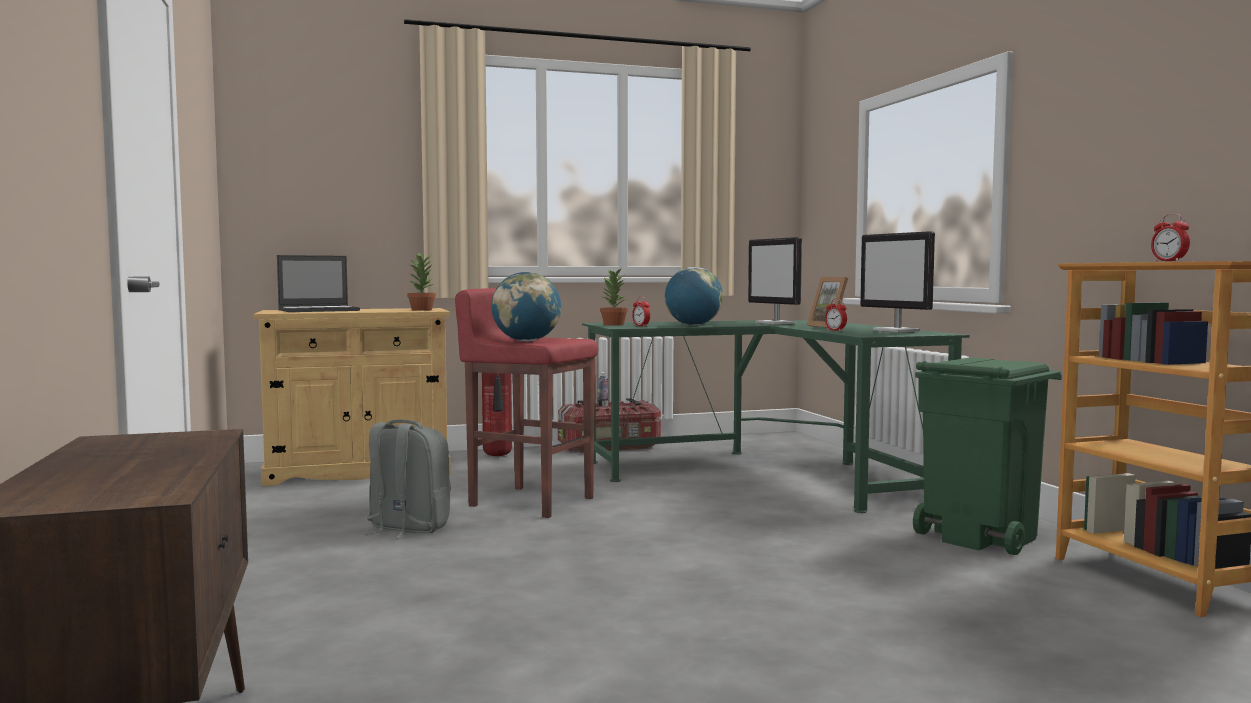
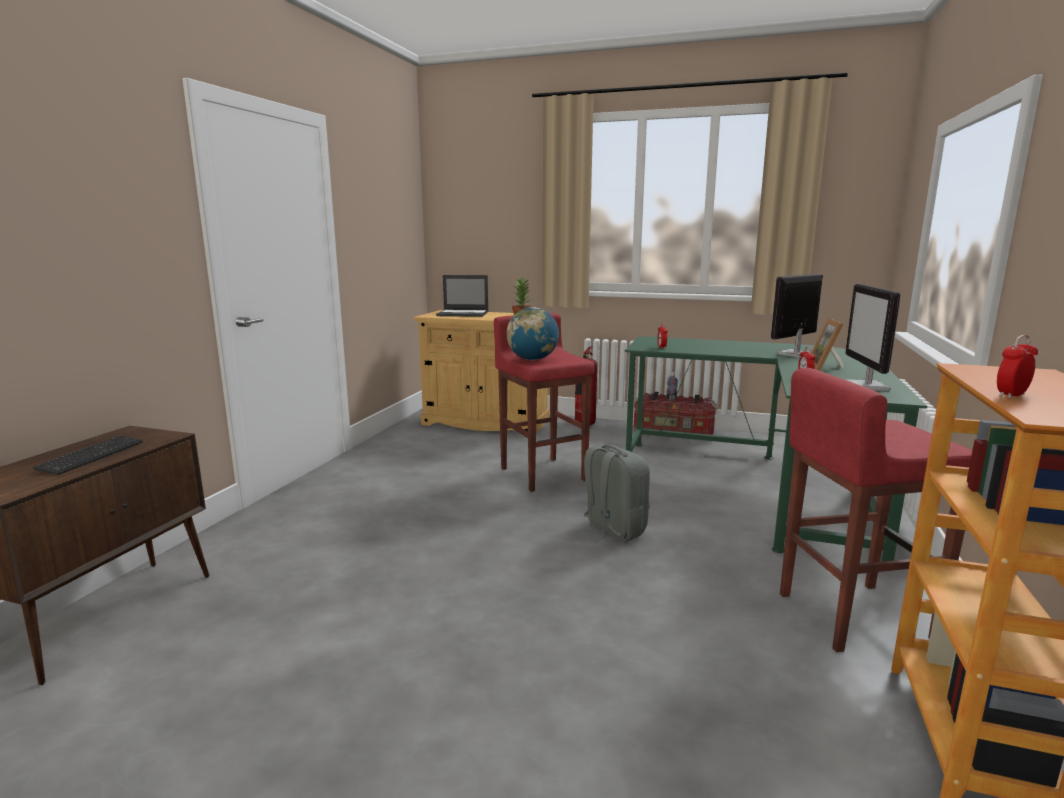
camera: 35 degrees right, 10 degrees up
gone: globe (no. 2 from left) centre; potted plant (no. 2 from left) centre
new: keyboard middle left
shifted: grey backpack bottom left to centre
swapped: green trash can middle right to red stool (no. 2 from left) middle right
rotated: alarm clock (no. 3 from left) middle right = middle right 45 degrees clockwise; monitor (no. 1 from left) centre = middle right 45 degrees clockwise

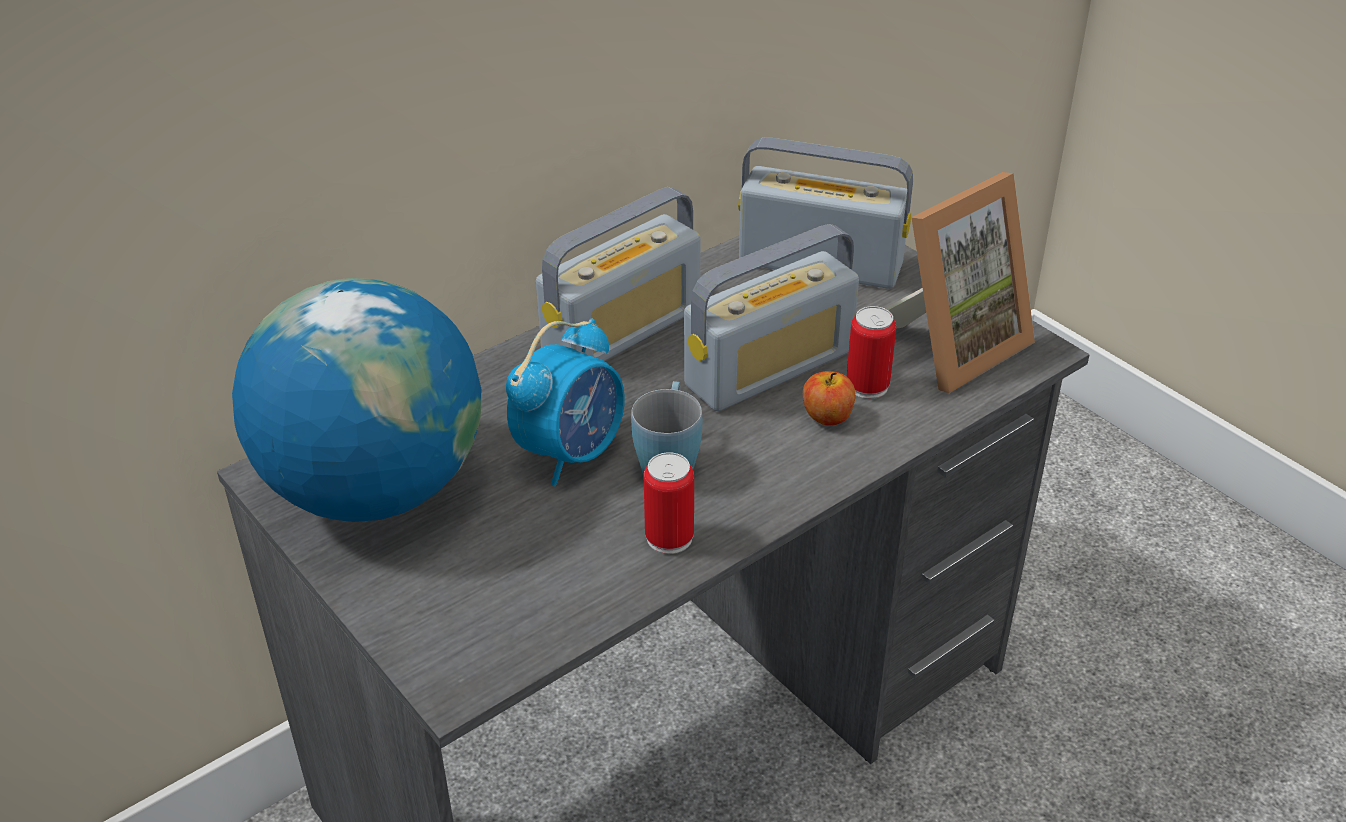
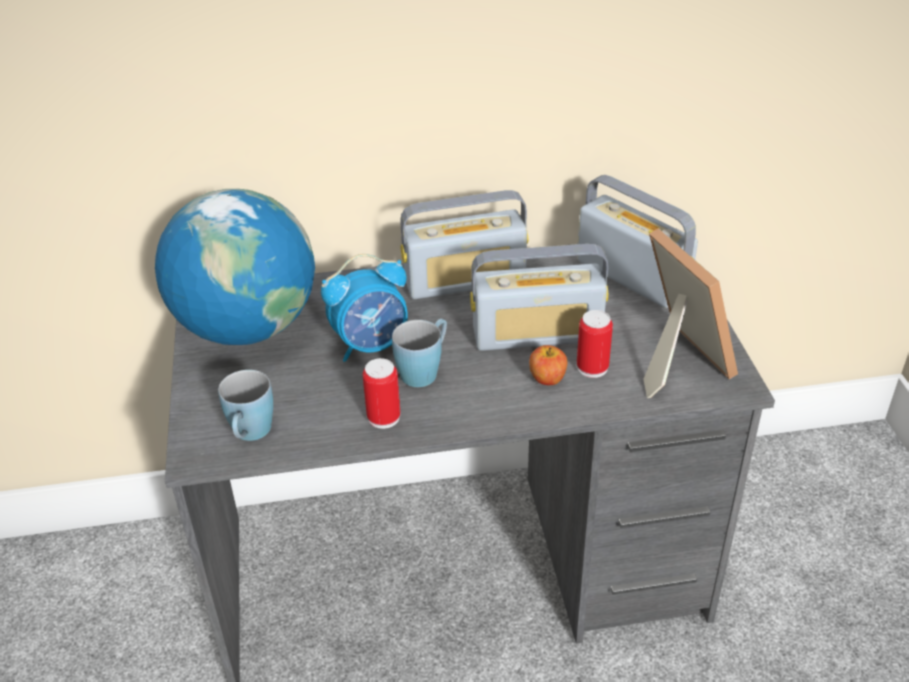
camera: 30 degrees right, 0 degrees up
new: blue mug (no. 1 from left) middle left
rotated: picture frame middle right = middle right 105 degrees counterclockwise

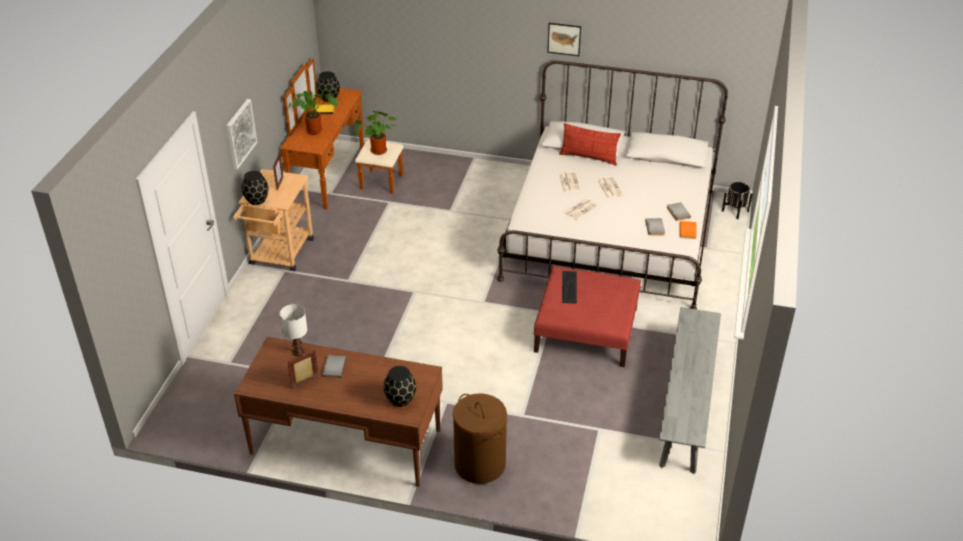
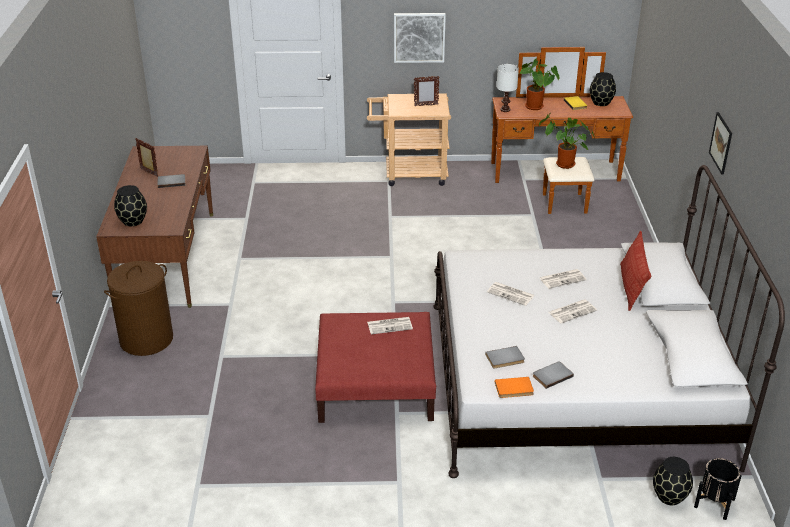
camera: 75 degrees right, 5 degrees down
gone: grey bench bottom right
shifted: black vase (no. 1 from left in the first image) middle left to black vase (no. 3 from left) bottom right; white table lamp middle left to top centre
swapped: keyboard centre to newspaper (no. 1 from left) centre

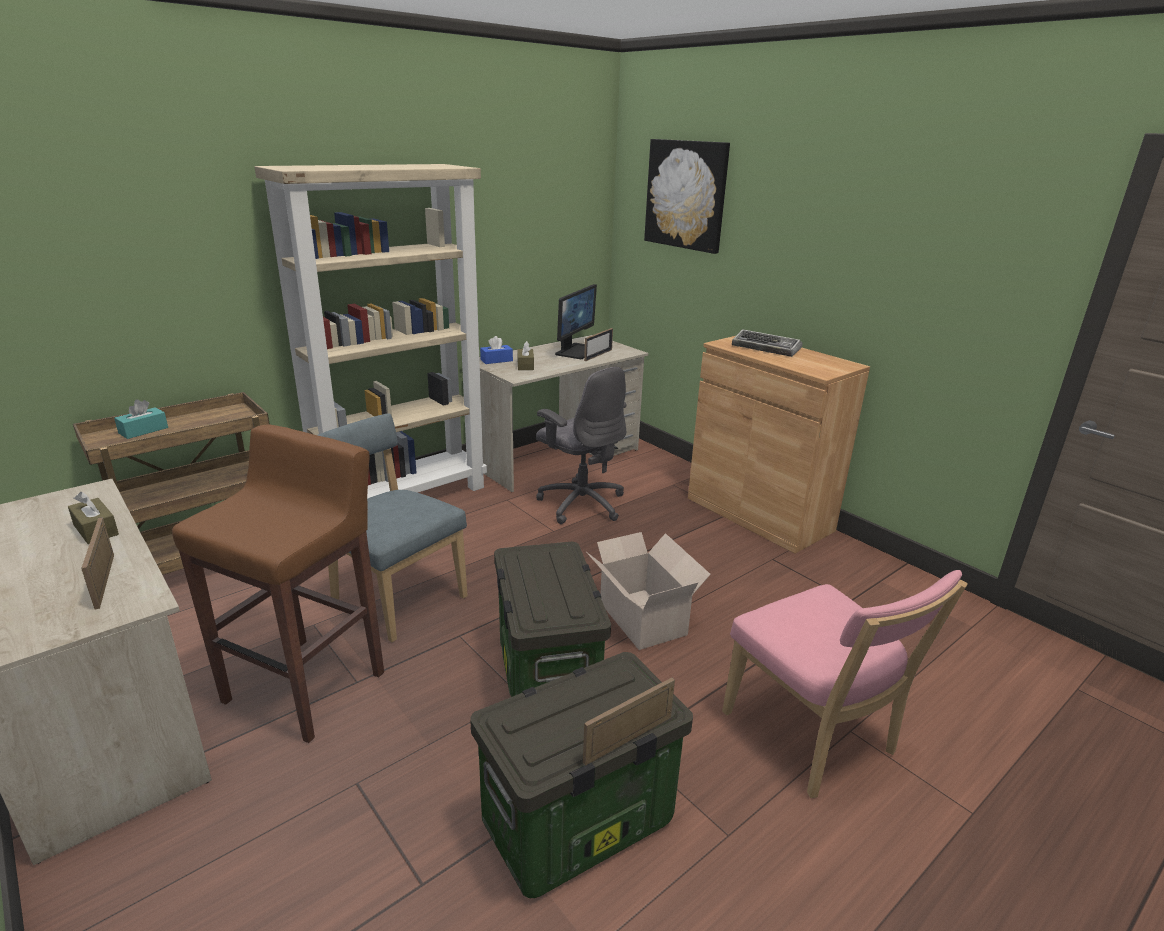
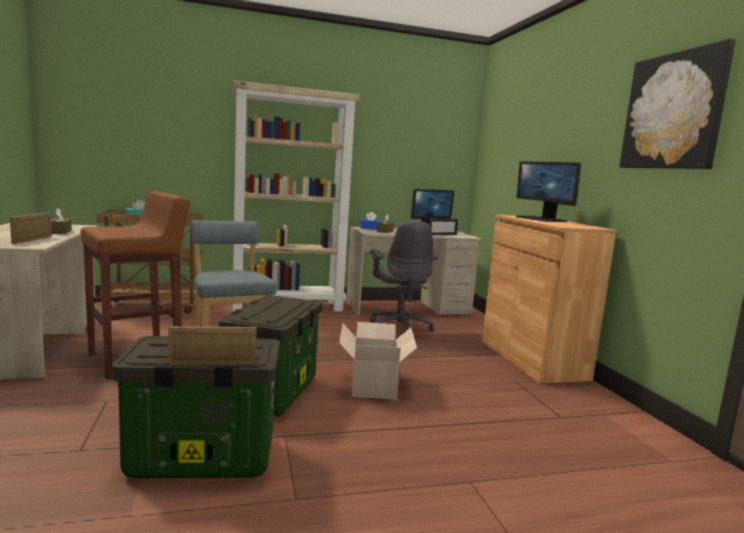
camera: 25 degrees right, 15 degrees down
gone: pink chair bottom right
shifted: picture top centre to top right
swapped: keyboard centre to monitor (no. 2 from left) middle right

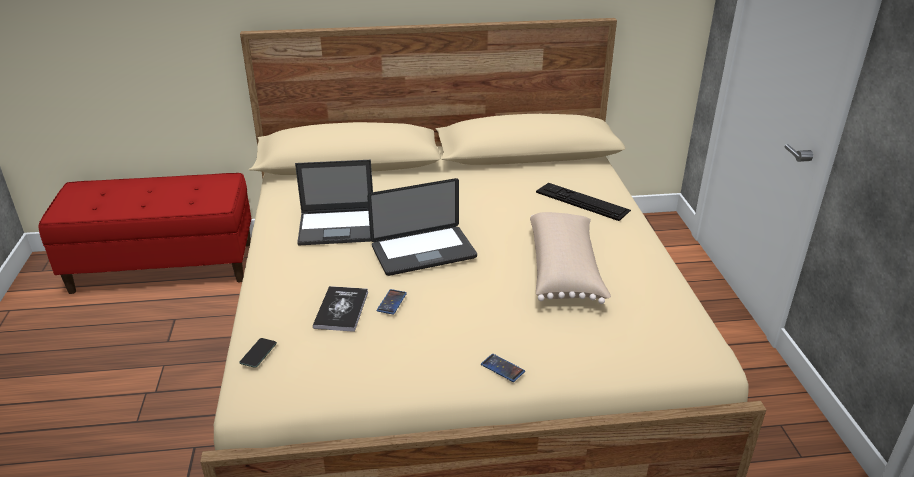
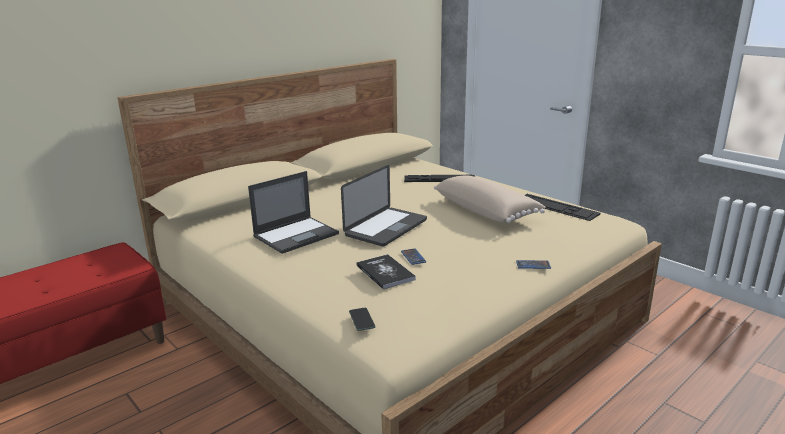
camera: 35 degrees left, 10 degrees down
new: keyboard (no. 2 from left) middle right

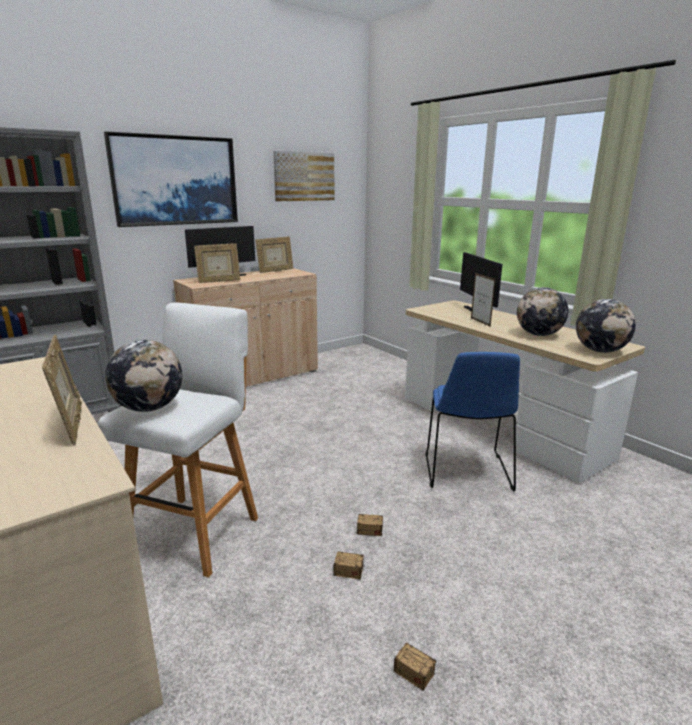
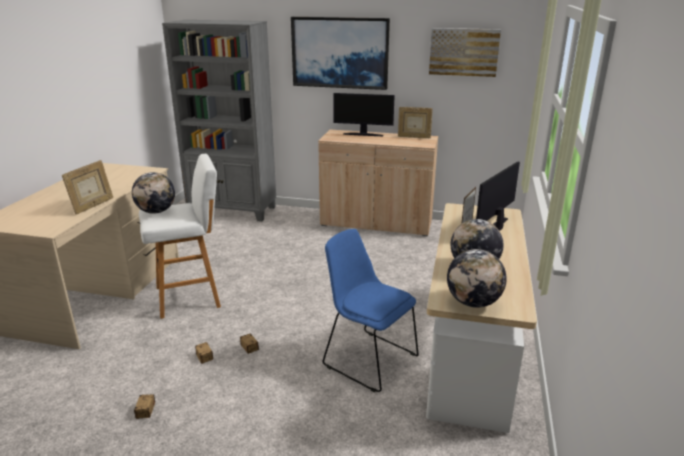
camera: 50 degrees right, 5 degrees up
gone: picture frame (no. 2 from left) middle left
rotated: blue chair middle right = bottom centre 75 degrees clockwise

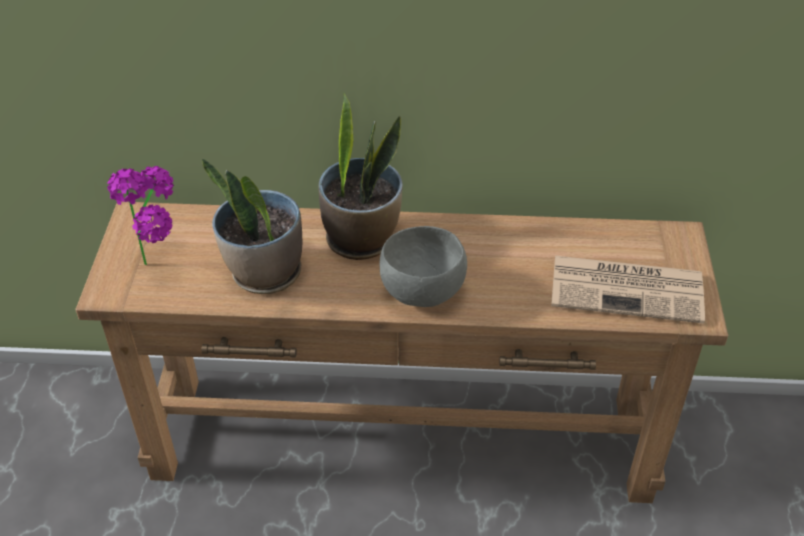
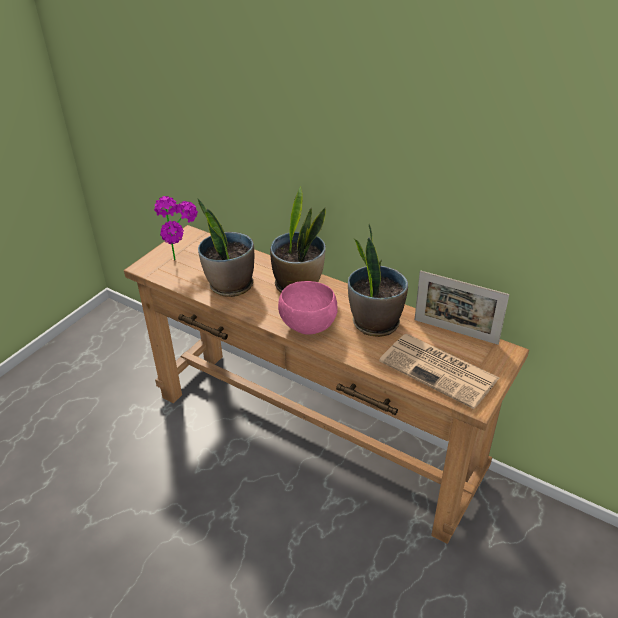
camera: 30 degrees right, 5 degrees down
new: potted plant (no. 4 from left) centre; picture frame middle right
repainted: grey bowl centre to pink bowl centre

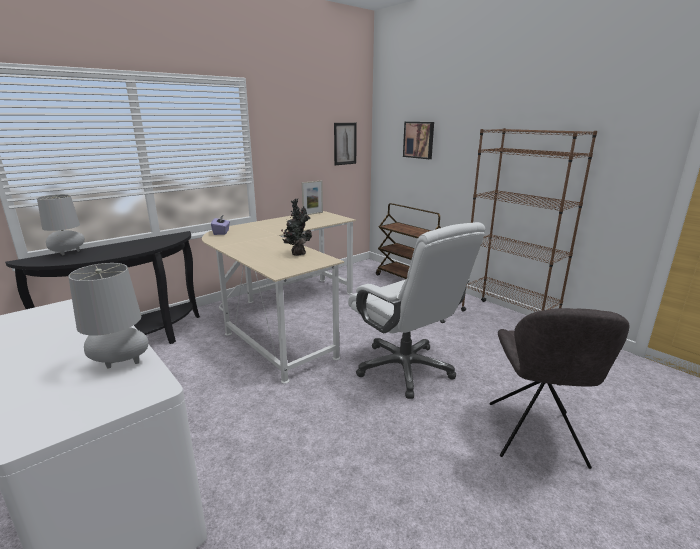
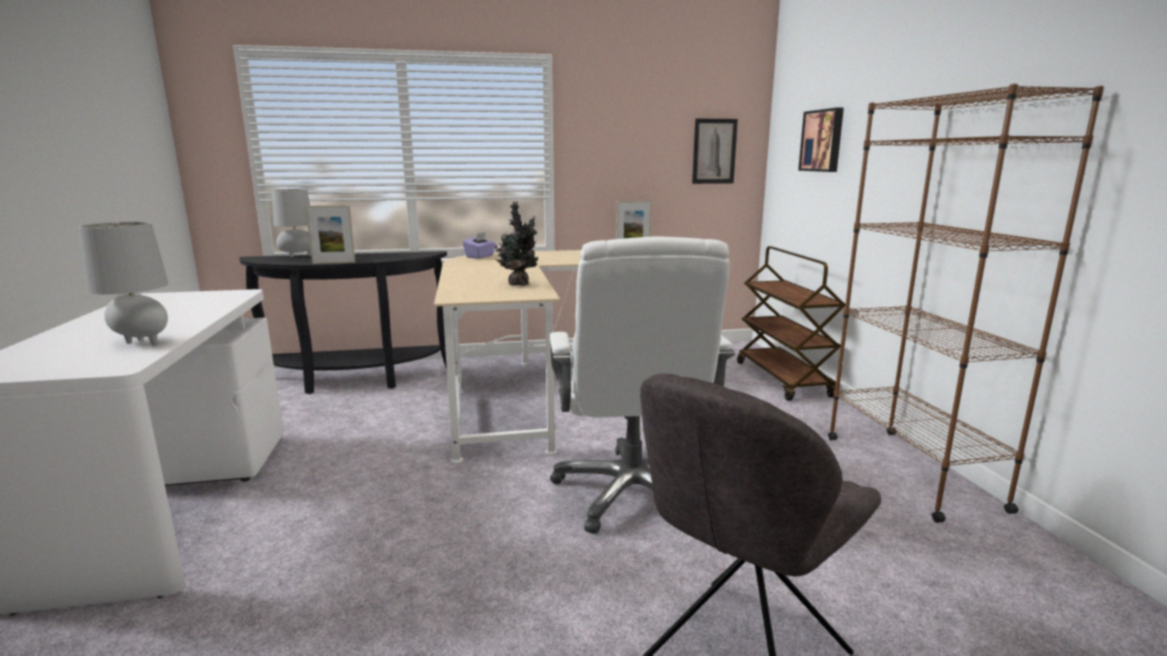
camera: 30 degrees right, 5 degrees down
new: picture frame (no. 1 from left) middle left

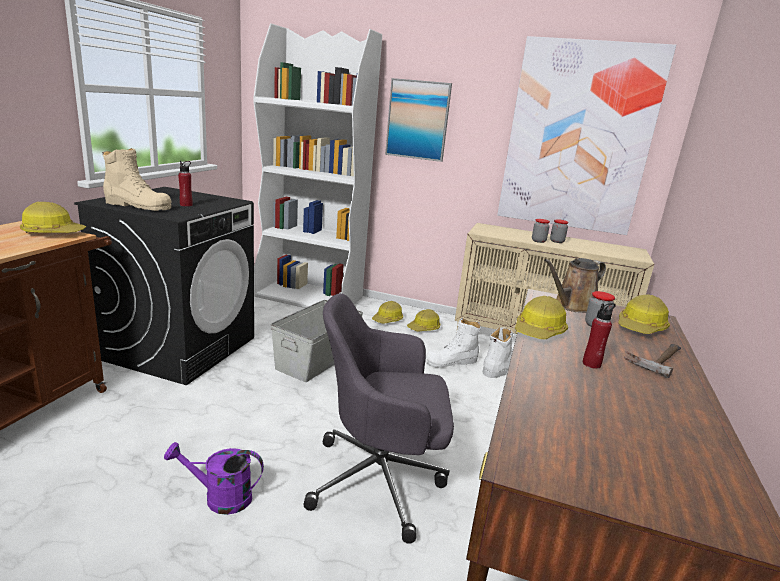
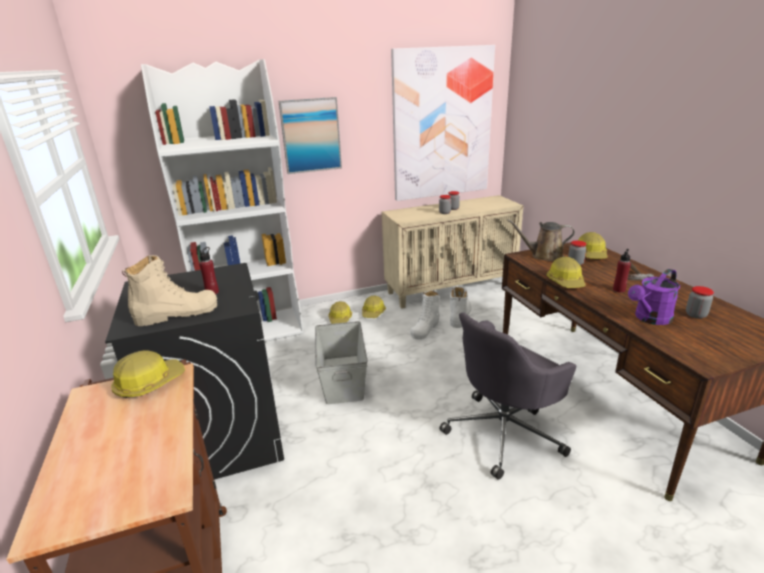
camera: 35 degrees left, 5 degrees up
new: jar (no. 4 from left) middle right
shifted: purple watering can bottom left to middle right
rotated: brown watering can middle right = middle right 75 degrees clockwise

